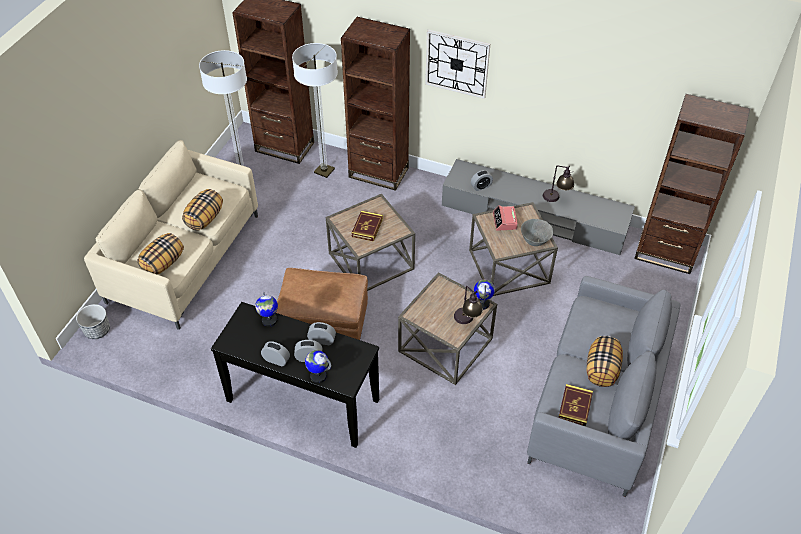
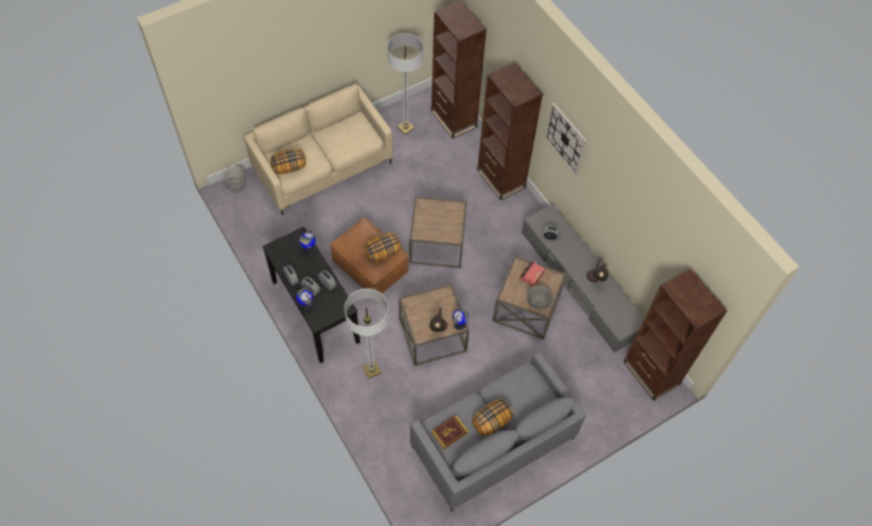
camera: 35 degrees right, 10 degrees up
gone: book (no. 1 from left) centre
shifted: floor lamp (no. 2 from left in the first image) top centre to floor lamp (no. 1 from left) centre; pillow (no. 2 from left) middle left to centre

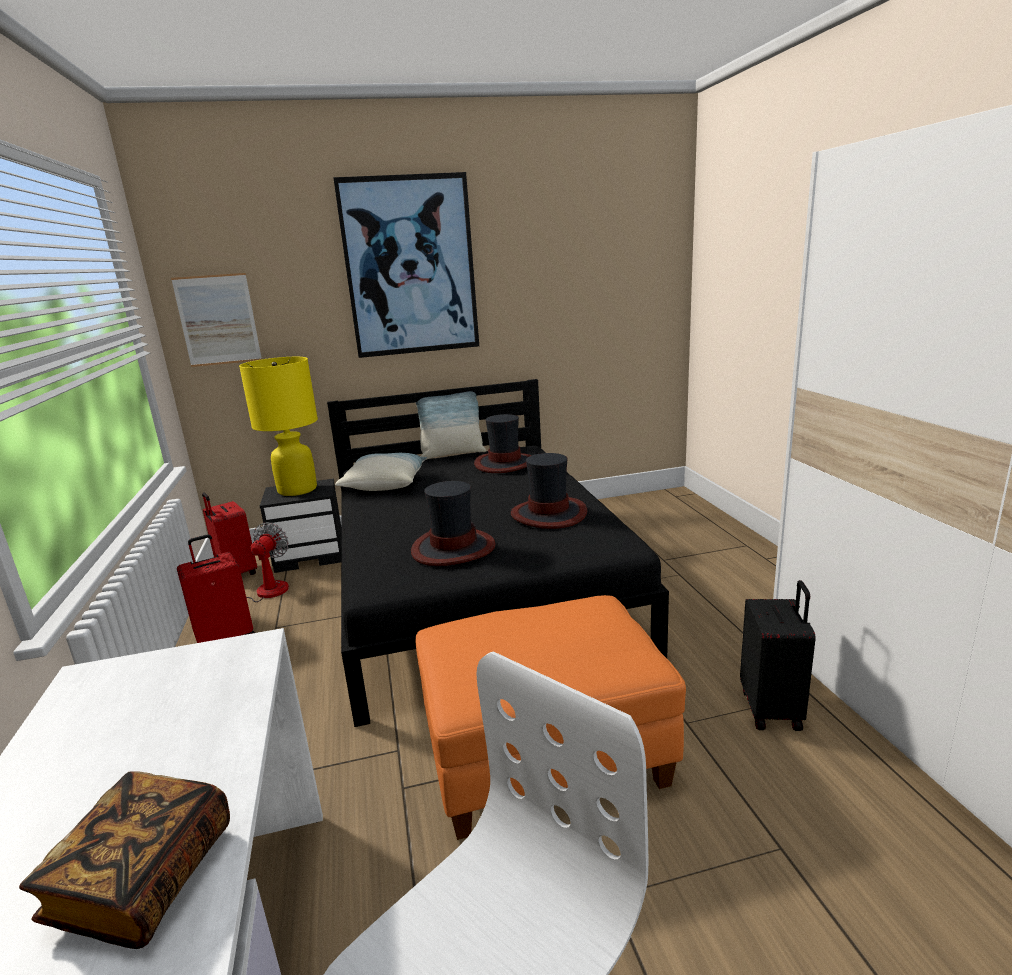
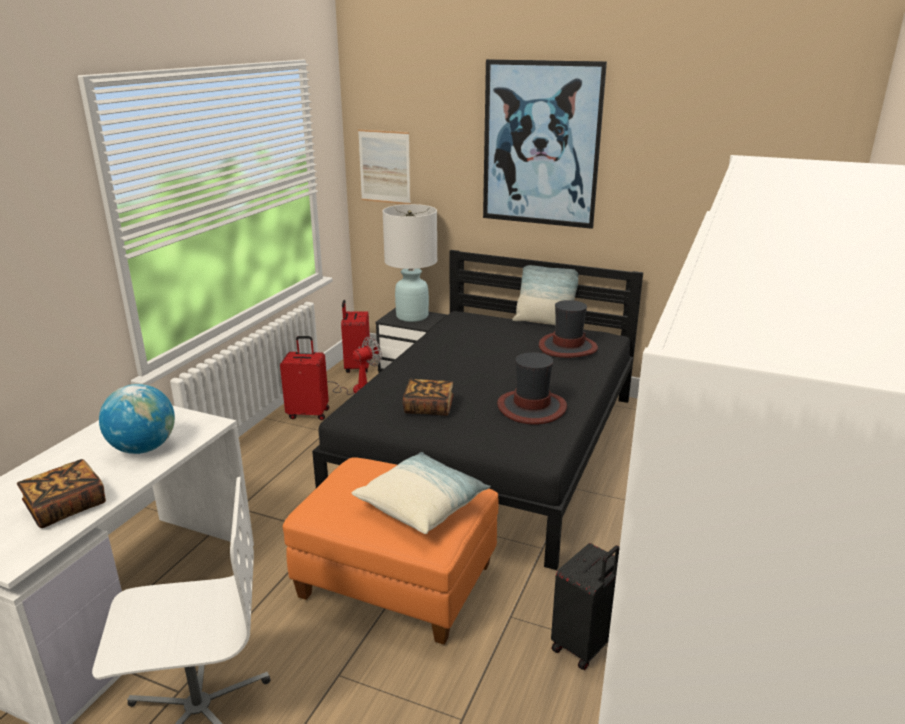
camera: 35 degrees right, 5 degrees up
new: globe middle left
shifted: pillow (no. 1 from left) centre to bottom centre
swapped: hat (no. 1 from left) centre to book (no. 2 from left) centre
repainted: yellow table lamp middle left to white table lamp centre

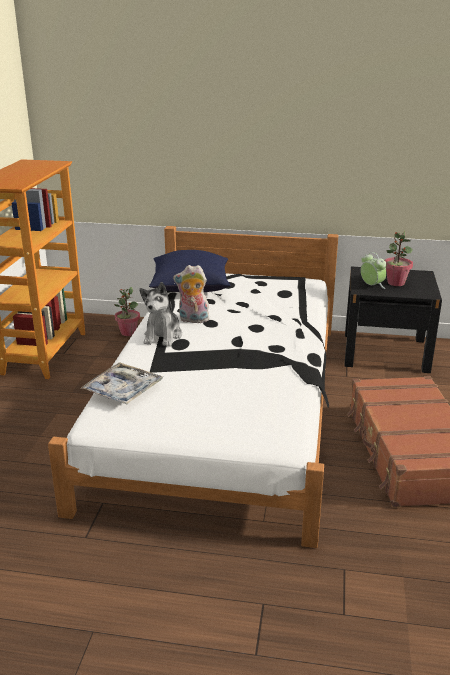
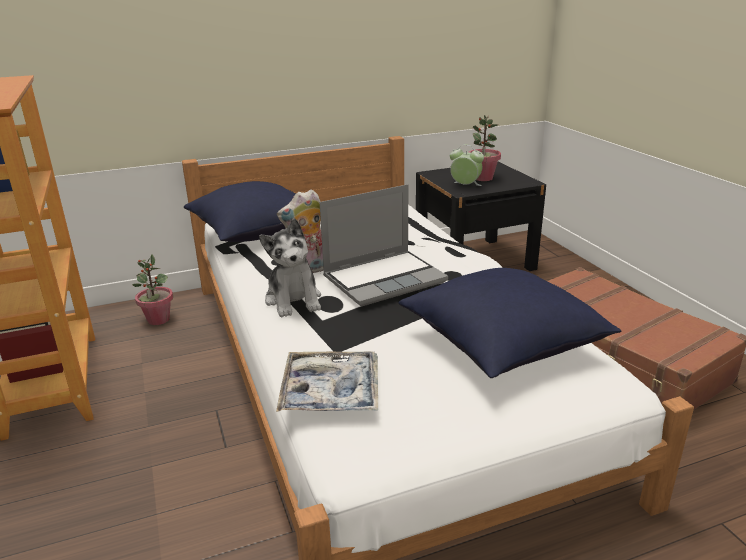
camera: 30 degrees left, 0 degrees up
new: laptop centre; blue pillow (no. 2 from left) middle right

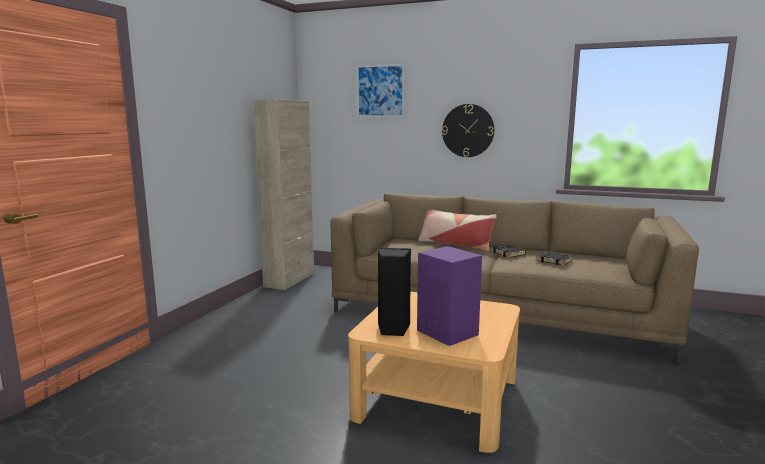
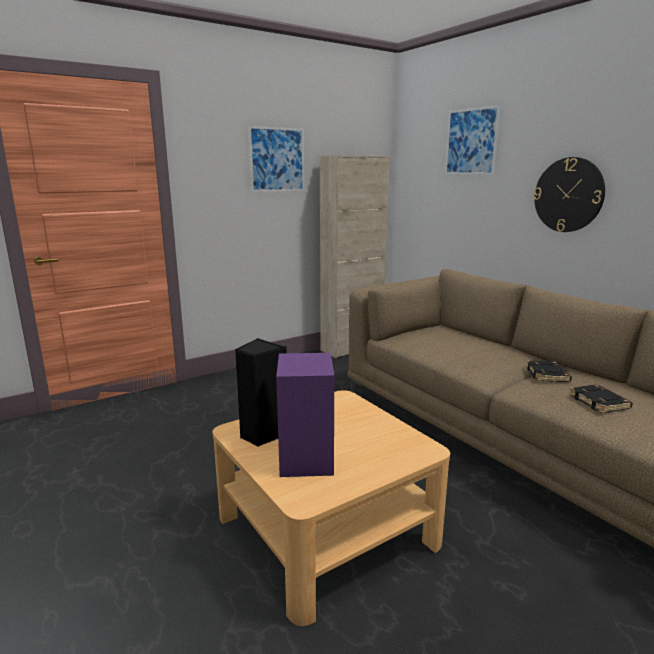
camera: 35 degrees right, 5 degrees up
gone: pillow centre
new: picture (no. 1 from left) top centre

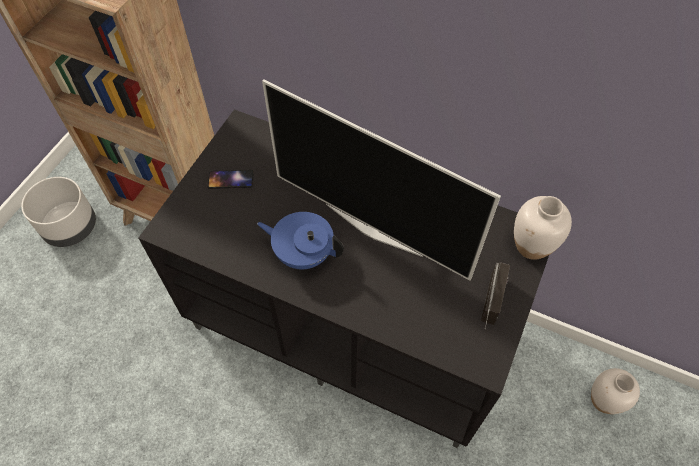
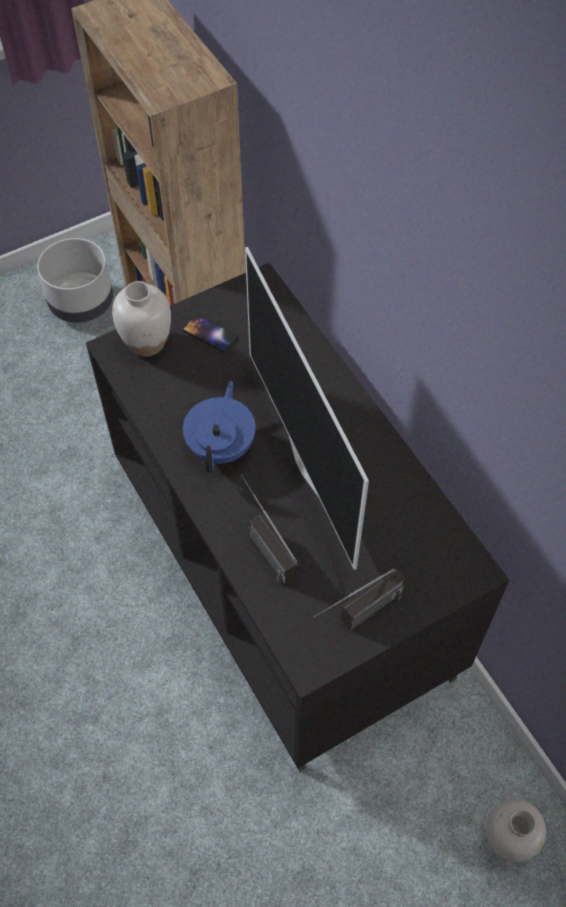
camera: 35 degrees right, 0 degrees up
new: radio (no. 1 from left) centre
shifted: white vase (no. 1 from left) middle right to middle left
rotated: blue teapot centre = centre 45 degrees clockwise

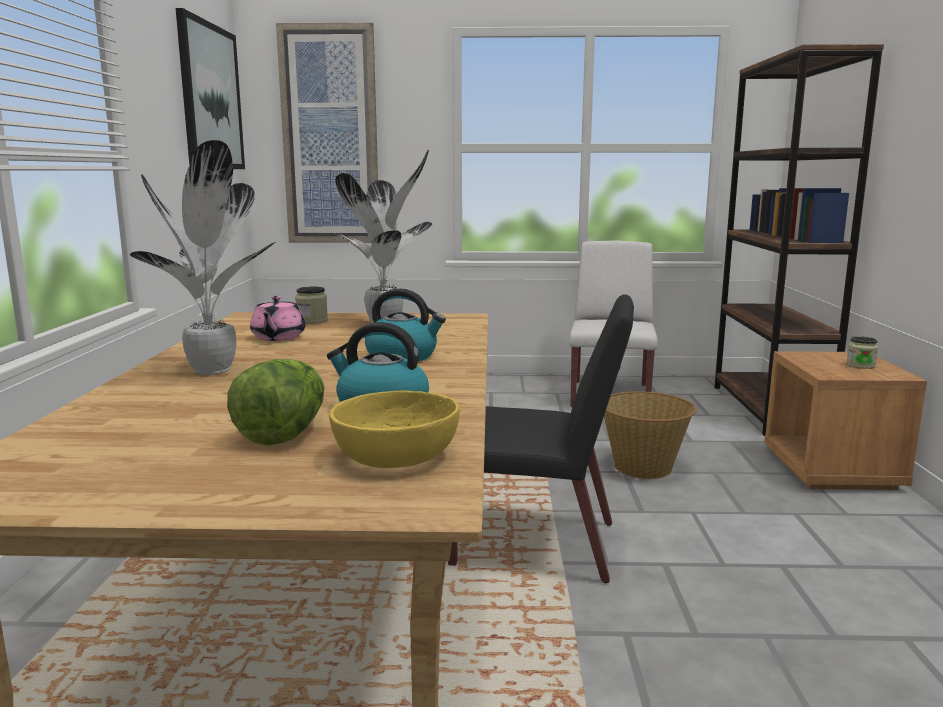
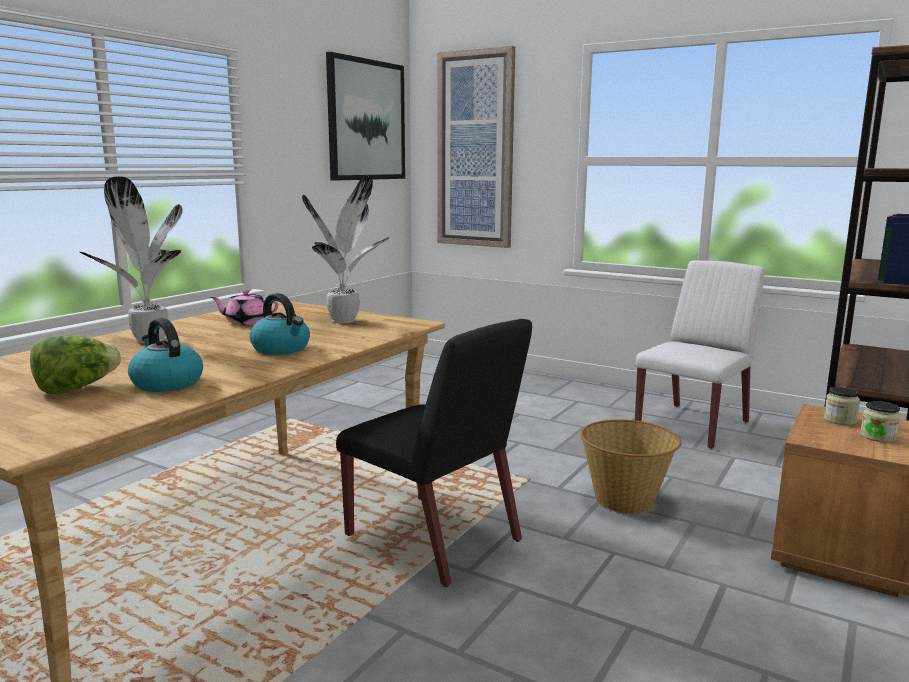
camera: 30 degrees right, 0 degrees up
gone: yellow bowl centre
shifted: jar (no. 1 from left) middle left to middle right
rotated: pink teapot middle left = middle left 60 degrees clockwise

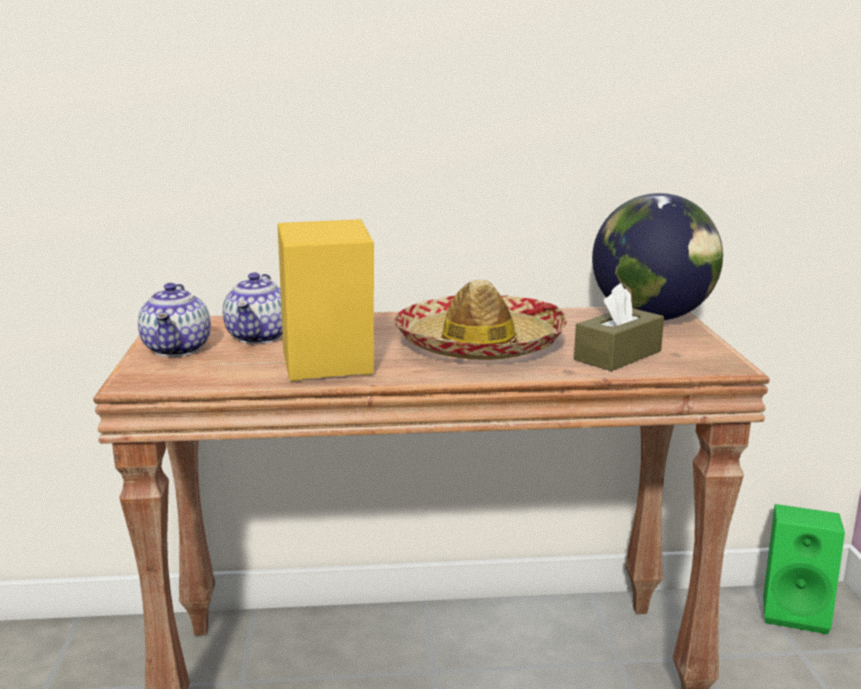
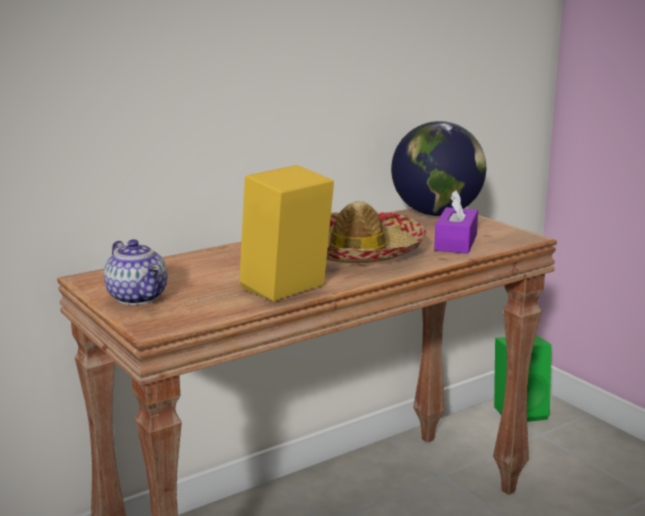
camera: 30 degrees left, 0 degrees up
gone: teapot (no. 2 from left) middle left
repainted: brown tissue box middle right to purple tissue box middle right

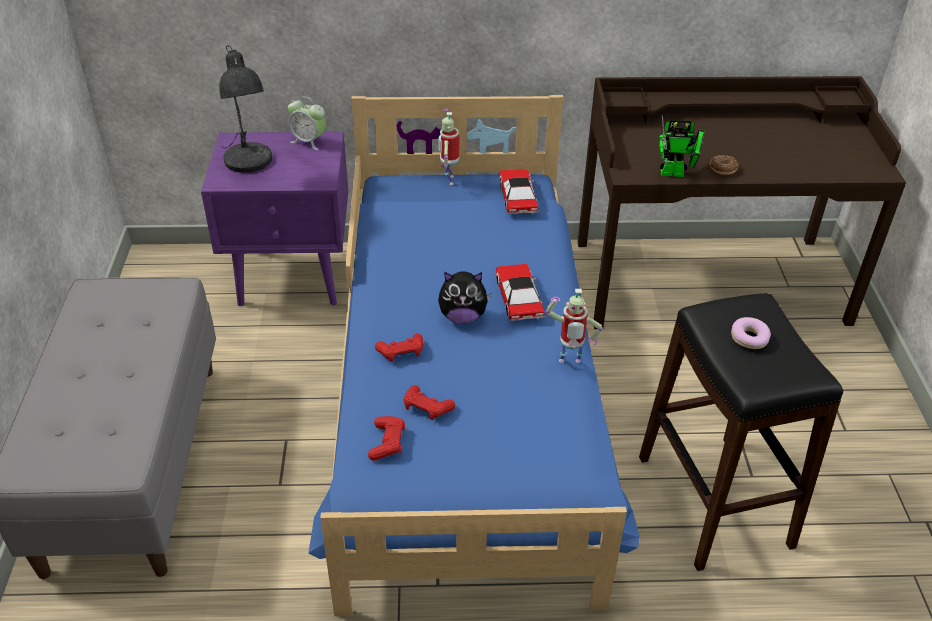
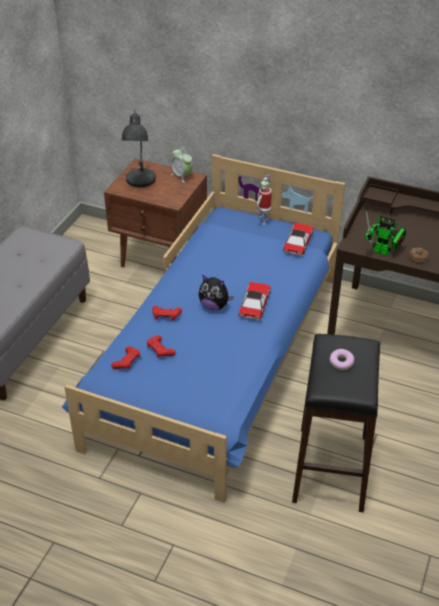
camera: 25 degrees right, 0 degrees up
gone: toy robot (no. 2 from left) centre
repainted: purple nightstand middle left to brown nightstand centre

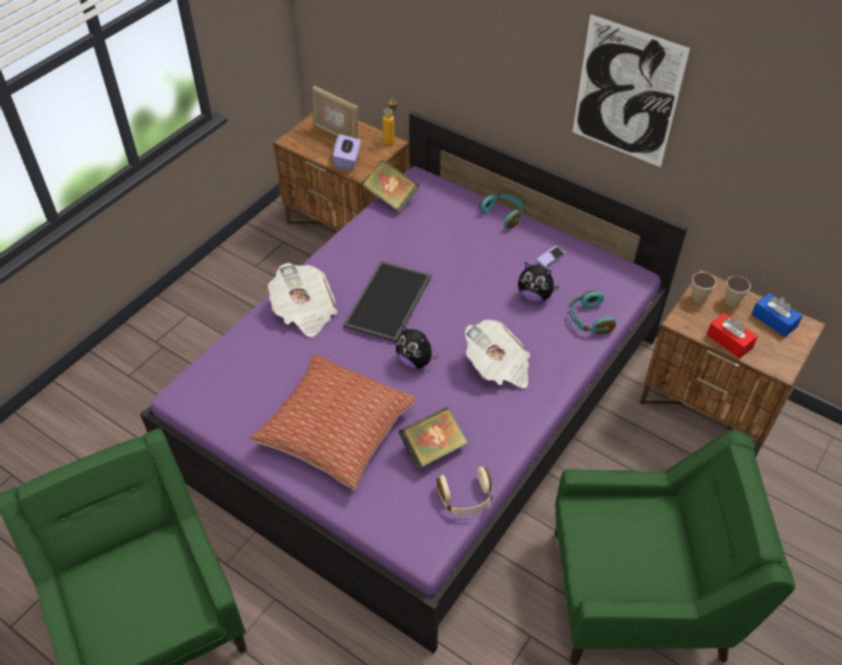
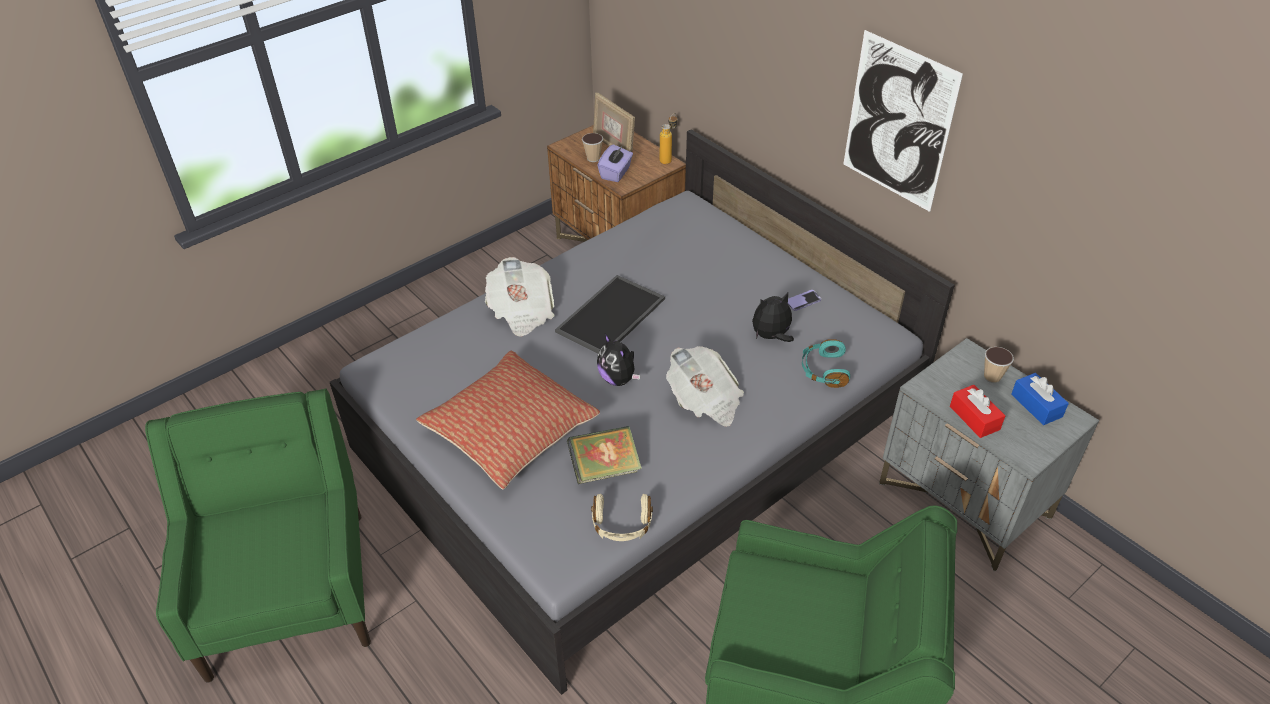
camera: 15 degrees right, 5 degrees down
gone: book (no. 1 from left) top centre; turquoise headphones (no. 1 from left) top centre
shifted: cup (no. 1 from left) middle right to top centre
repainted: purple bed centre to grey bed centre; brown nightstand (no. 2 from left) middle right to grey nightstand middle right
rotated: plush toy (no. 2 from left) centre = centre 120 degrees clockwise

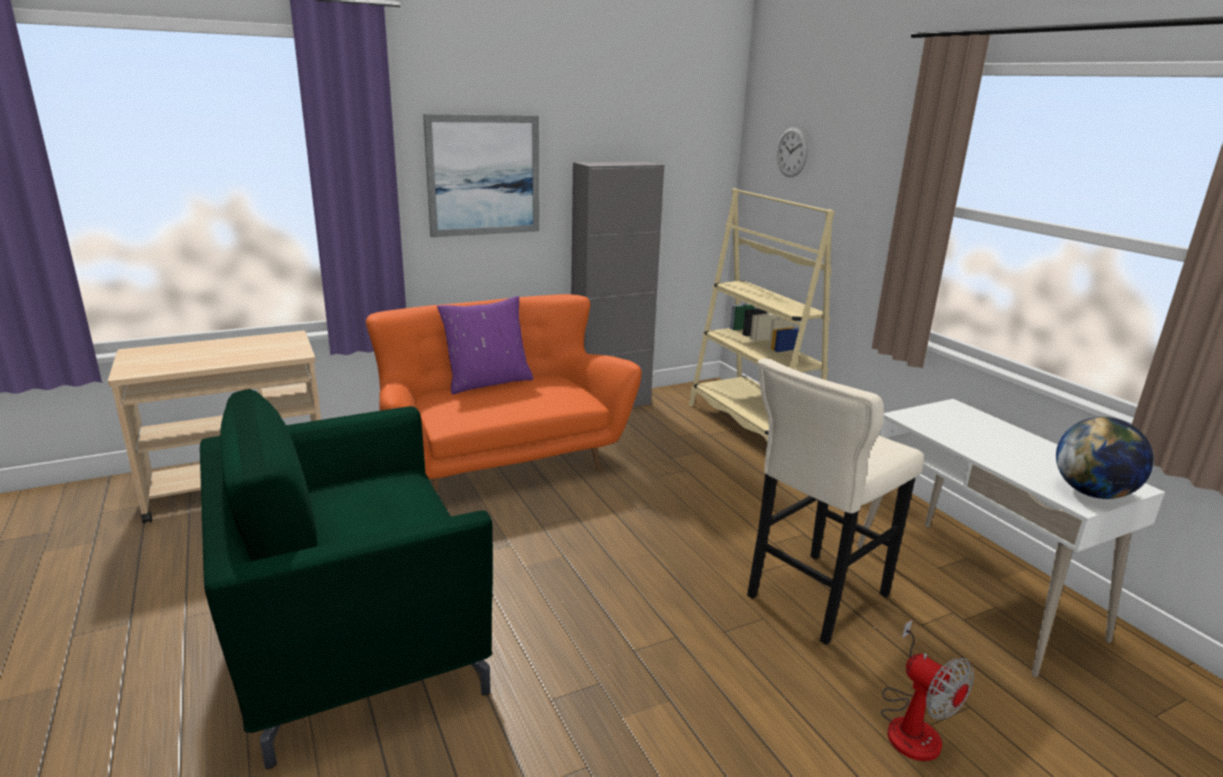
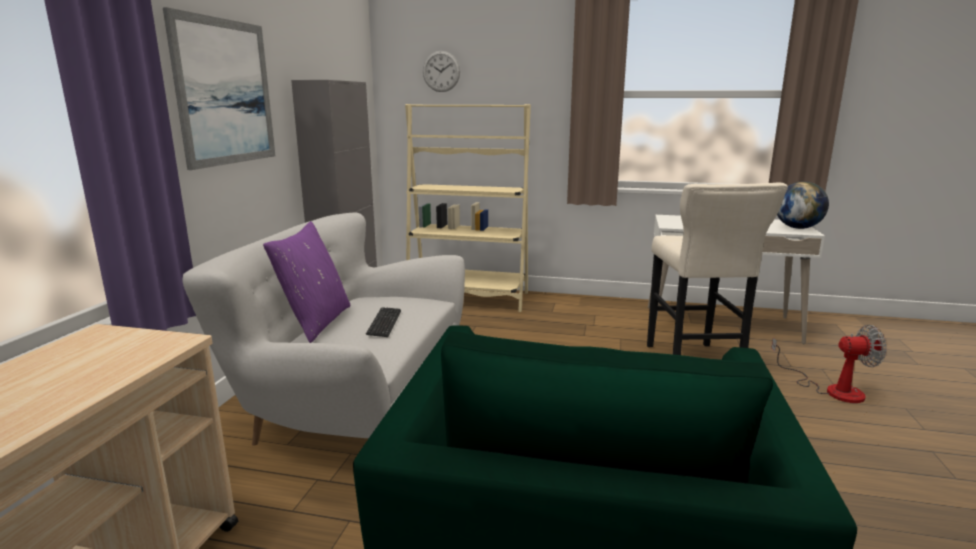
camera: 50 degrees left, 5 degrees down
new: keyboard centre
repainted: orange sofa centre to white sofa middle left

